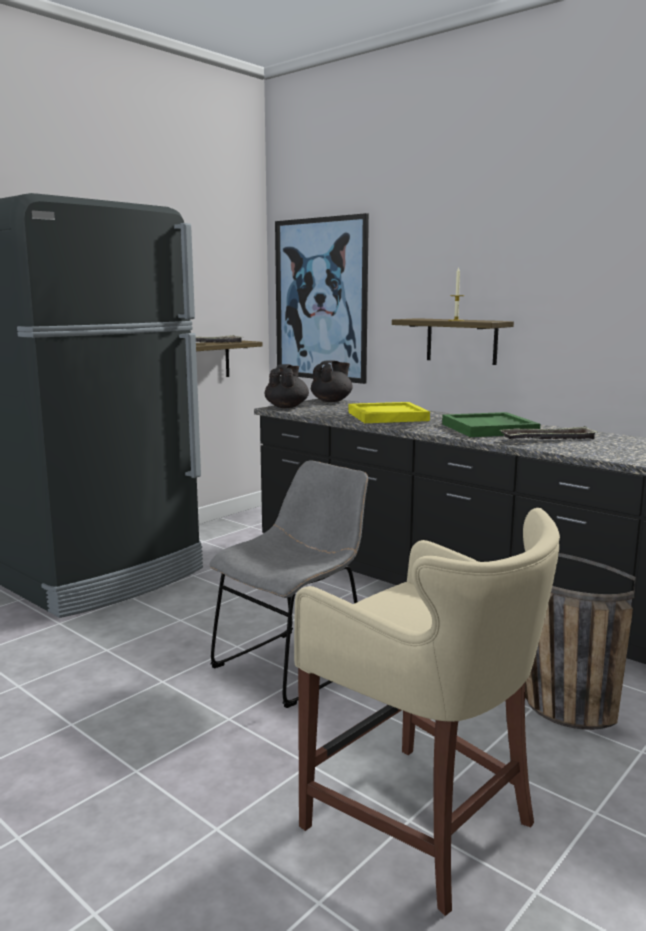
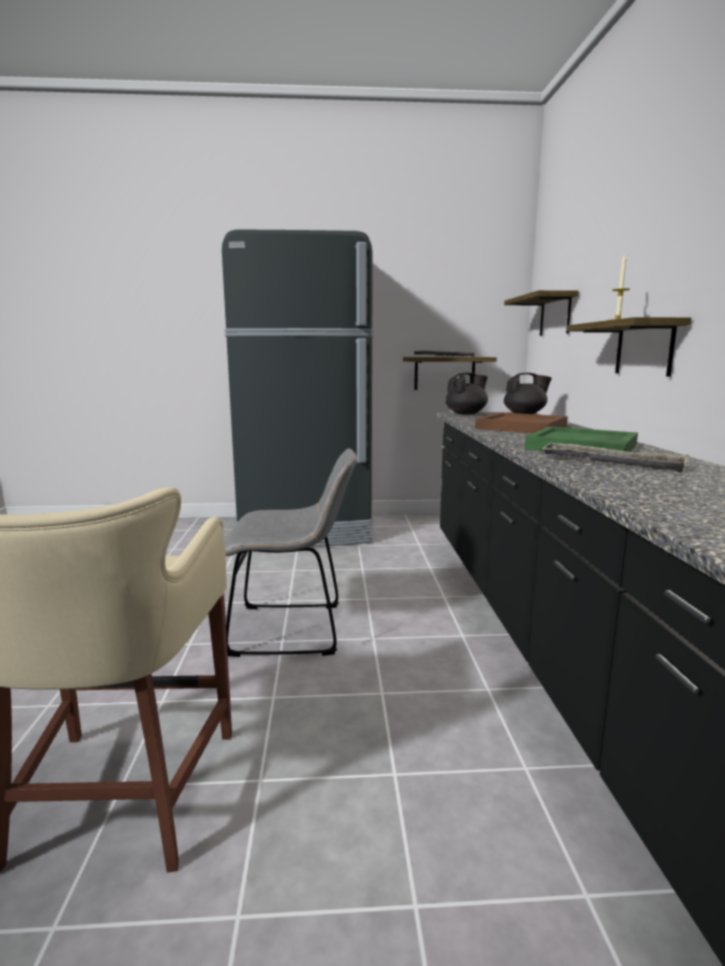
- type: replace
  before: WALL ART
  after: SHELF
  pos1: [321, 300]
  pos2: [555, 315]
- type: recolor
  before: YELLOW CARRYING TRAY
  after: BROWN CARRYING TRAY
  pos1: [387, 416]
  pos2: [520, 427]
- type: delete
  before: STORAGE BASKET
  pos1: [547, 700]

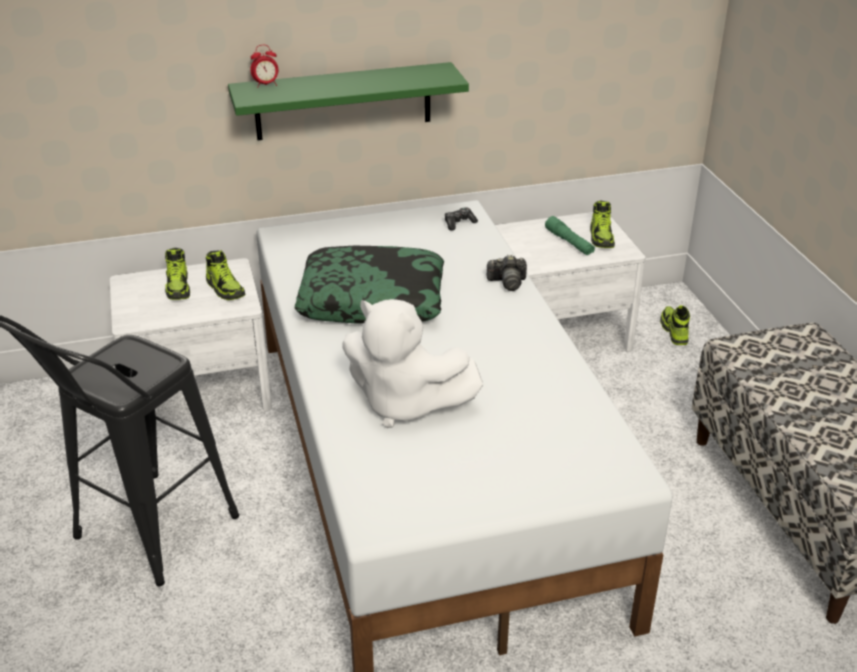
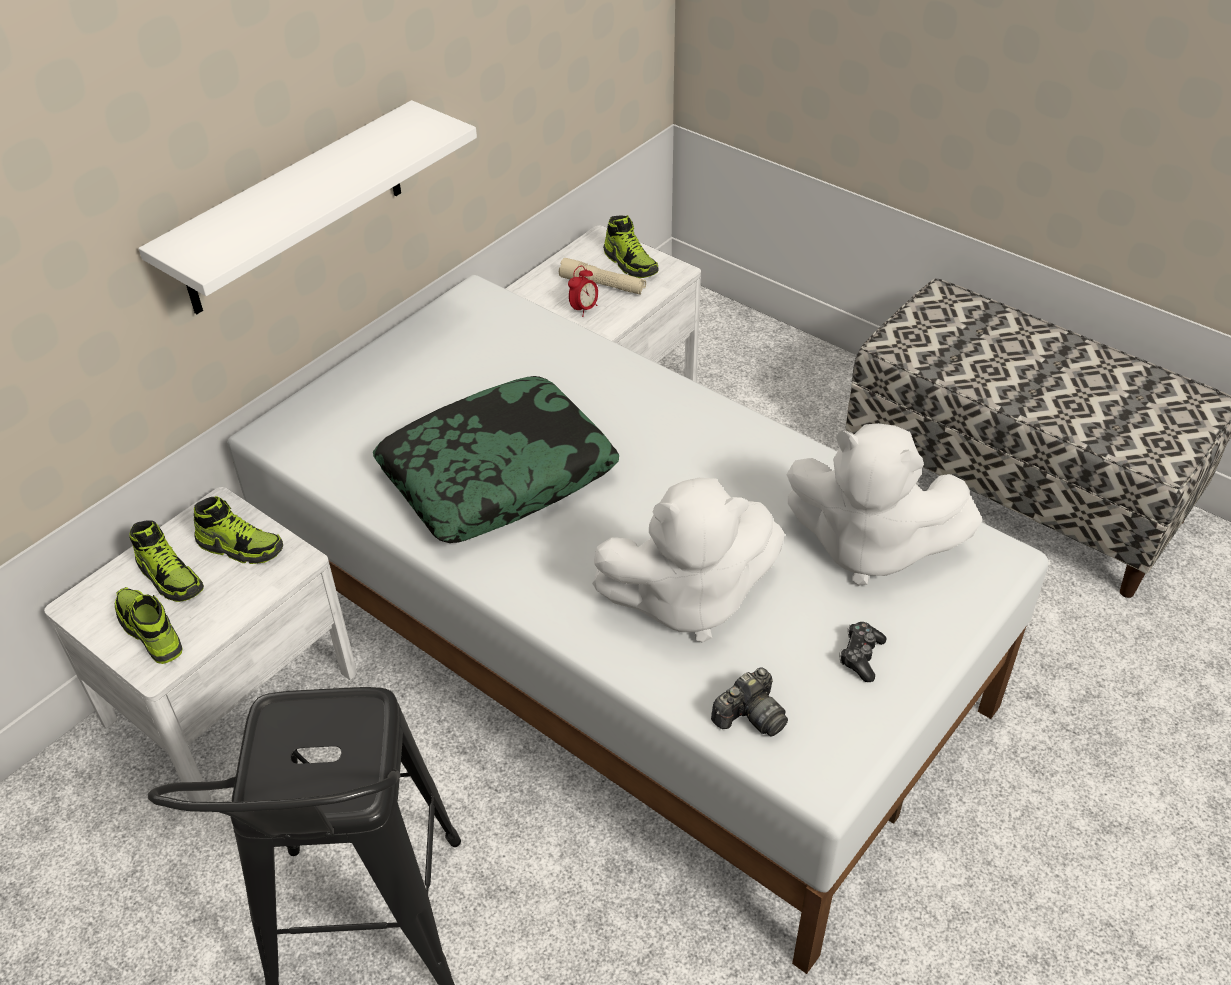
- type: recolor
  before: GREEN-COLOURED SHELF
  after: WHITISH SHELF
  pos1: [343, 101]
  pos2: [294, 209]
- type: move
  before: ALARM CLOCK
  pos1: [266, 85]
  pos2: [584, 309]
- type: move
  before: GAMEPAD
  pos1: [459, 223]
  pos2: [860, 656]
- type: move
  before: PHOTO CAMERA
  pos1: [507, 282]
  pos2: [750, 716]
- type: recolor
  before: GREEN-COLOURED FLASHLIGHT
  after: BEIGE FLASHLIGHT
  pos1: [569, 242]
  pos2: [602, 285]
- type: move
  before: ITEM OF FOOTWEAR
  pos1: [674, 331]
  pos2: [150, 632]
- type: insert
  after: WHITISH SOFT TOY
  pos2: [868, 547]

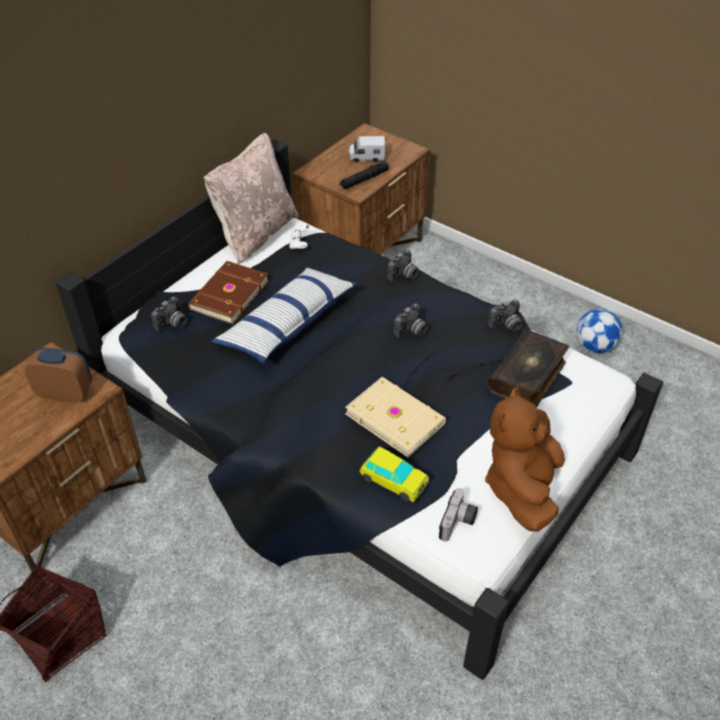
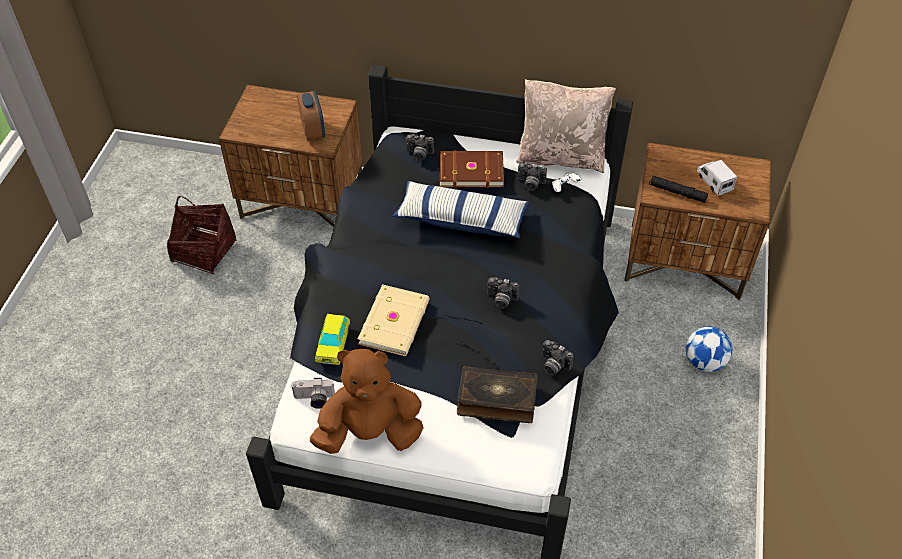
- type: move
  before: PHOTO CAMERA
  pos1: [404, 276]
  pos2: [530, 184]
- type: move
  before: FOOTBALL BALL
  pos1: [595, 346]
  pos2: [704, 362]

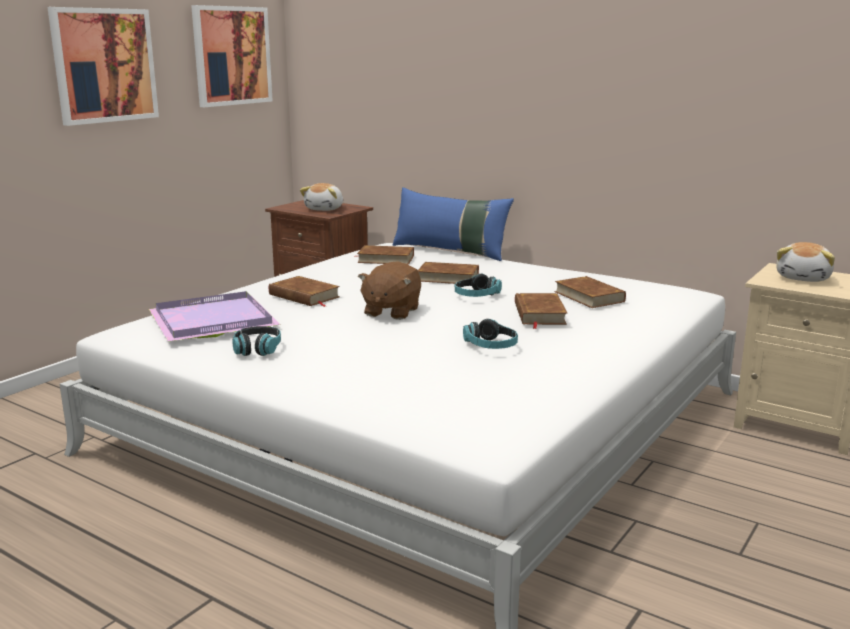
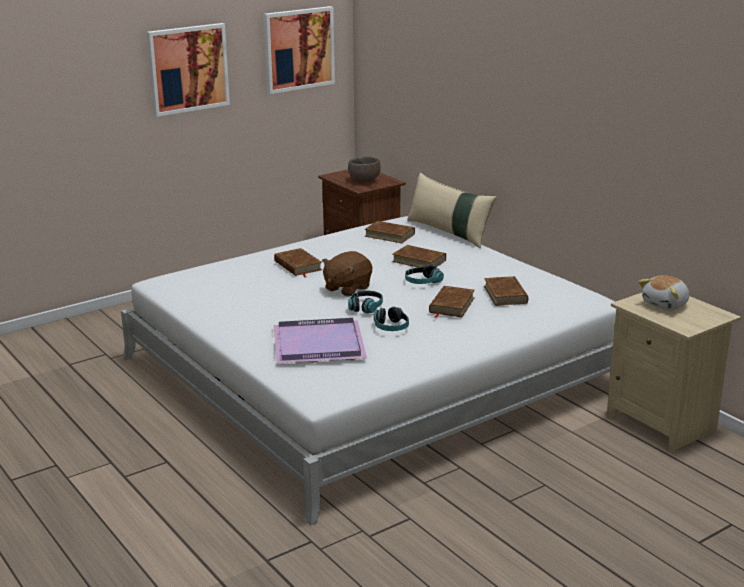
- type: move
  before: PURPLE-COLOURED CARRYING TRAY
  pos1: [210, 321]
  pos2: [317, 344]
- type: move
  before: PAIR OF HEADPHONES
  pos1: [257, 349]
  pos2: [365, 307]
- type: replace
  before: SOFT TOY
  after: BROWN DEEP DISH
  pos1: [325, 209]
  pos2: [364, 181]
- type: recolor
  before: BLUE PILLOW
  after: BEIGE PILLOW
  pos1: [450, 251]
  pos2: [449, 232]

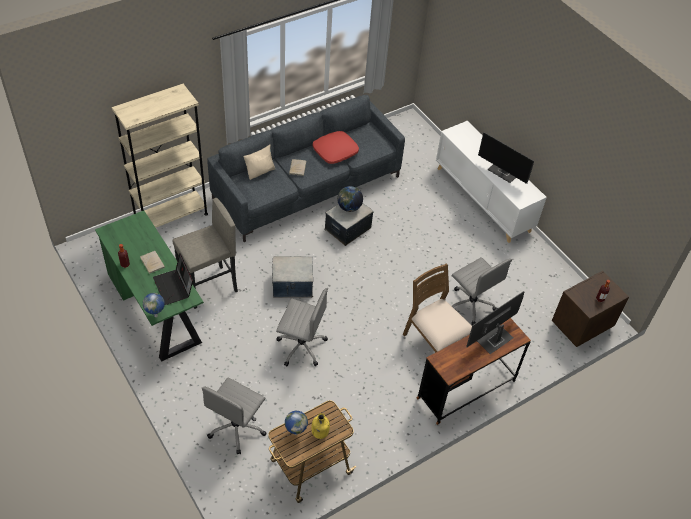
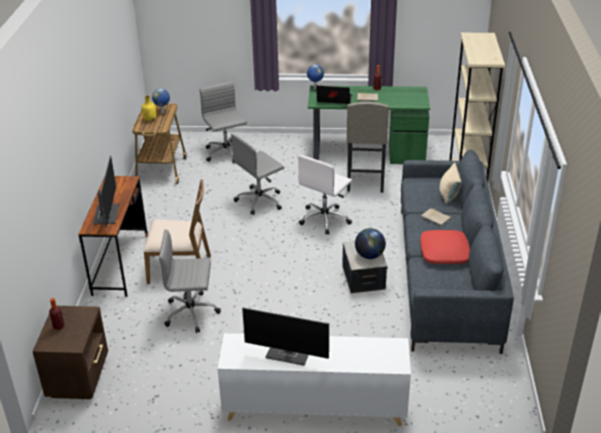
- type: replace
  before: STORAGE BOX
  after: WHITISH DESK CHAIR
  pos1: [292, 286]
  pos2: [325, 219]
- type: rotate
  before: COMPUTER SCREEN
  pos1: [504, 172]
  pos2: [289, 353]
  turn: -150

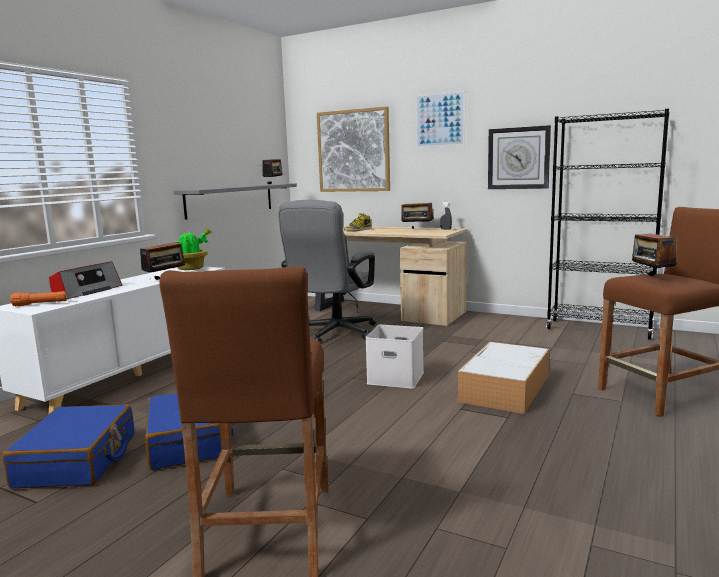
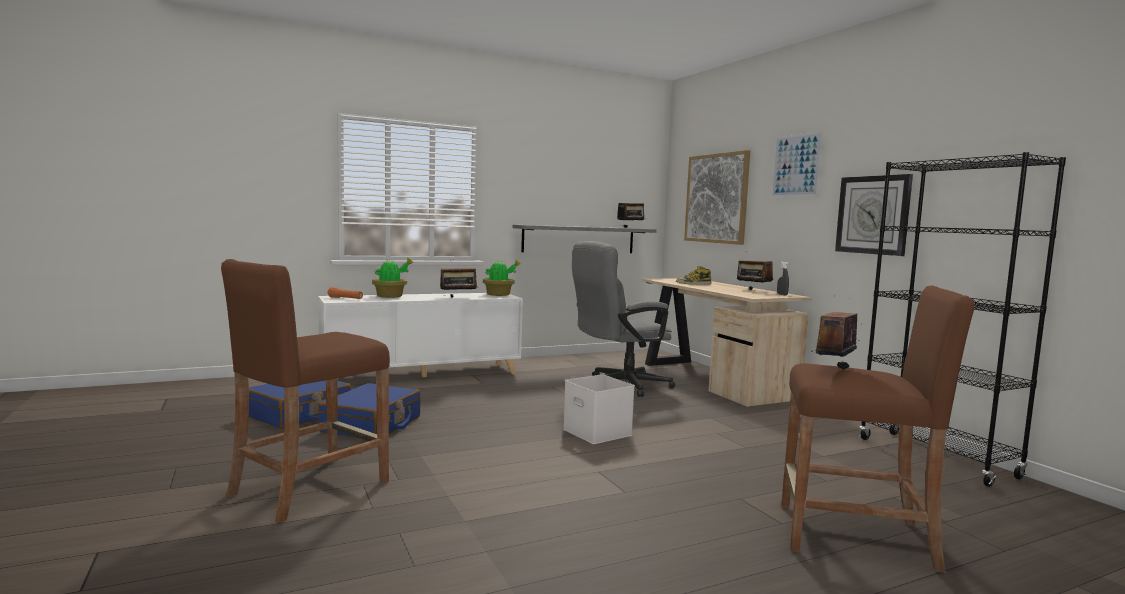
- type: replace
  before: RADIO
  after: HOUSEPLANT
  pos1: [86, 291]
  pos2: [391, 296]
- type: delete
  before: STORAGE BOX
  pos1: [504, 388]

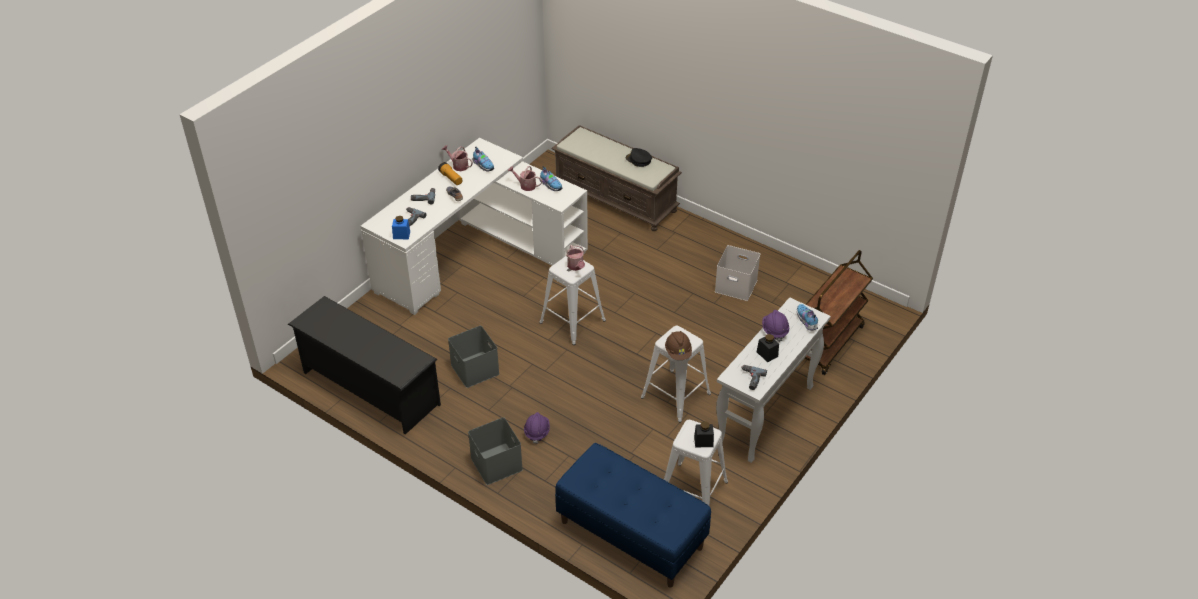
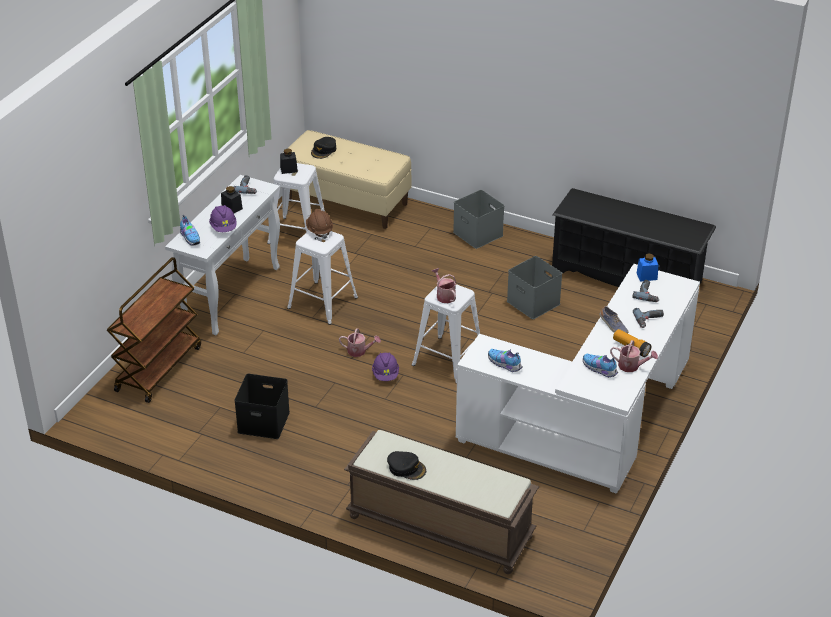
- type: move
  before: WATERING POT
  pos1: [525, 185]
  pos2: [359, 351]
- type: move
  before: PURPLE-COLOURED WORK HELMET
  pos1: [537, 432]
  pos2: [385, 374]
- type: recolor
  before: BLUE INDOOR BENCH
  after: BEIGE INDOOR BENCH
  pos1: [630, 535]
  pos2: [347, 202]
- type: recolor
  before: WHITISH STORAGE BOX
  after: BLACK STORAGE BOX
  pos1: [737, 285]
  pos2: [262, 422]
- type: insert
  after: BLACK BASEBALL CAP
  pos2: [324, 150]

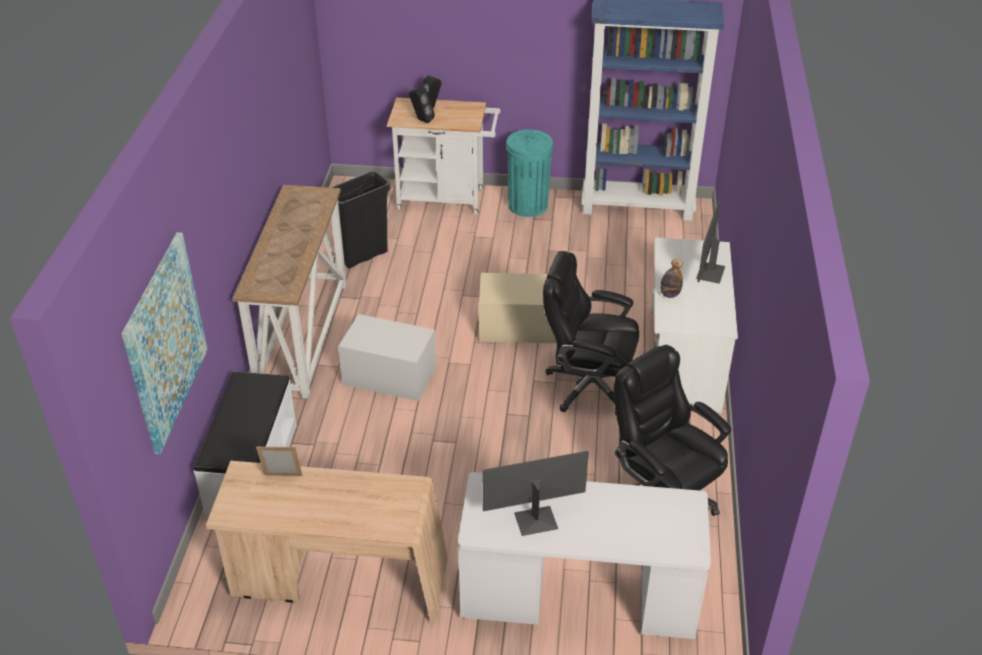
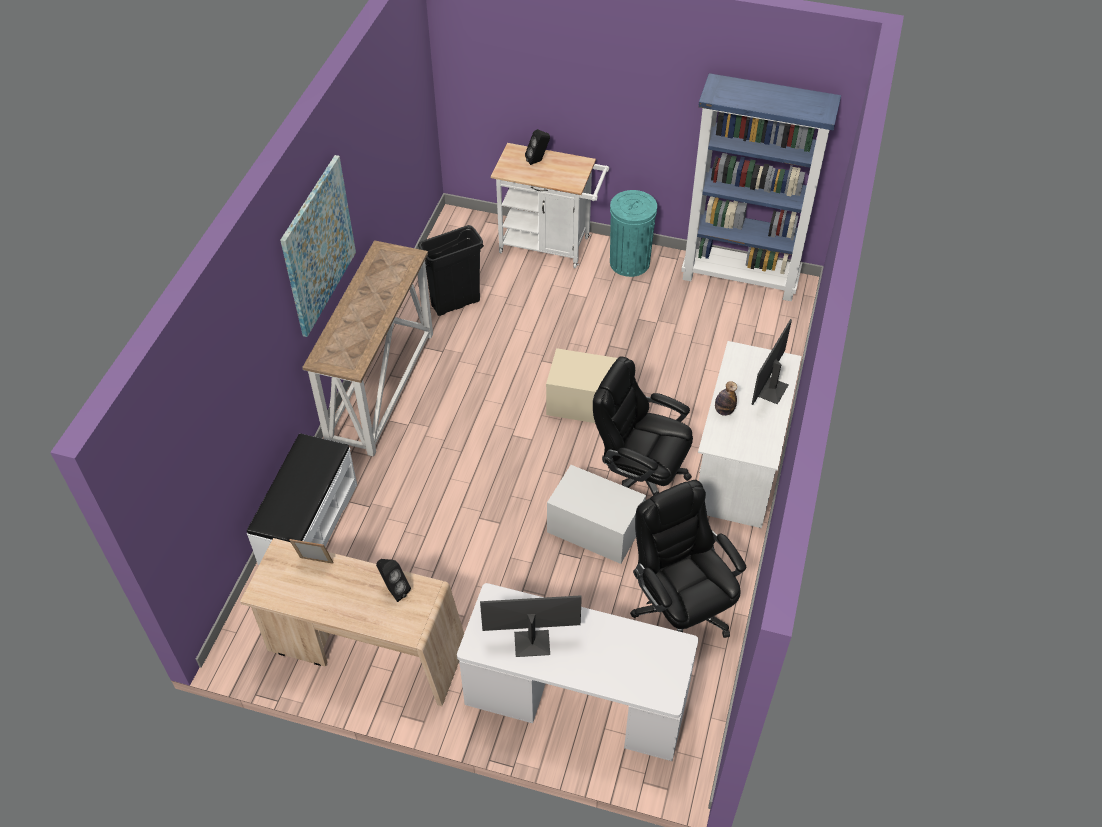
- type: move
  before: WALL ART
  pos1: [165, 342]
  pos2: [318, 246]
- type: move
  before: WHITISH STORAGE BOX
  pos1: [389, 376]
  pos2: [594, 528]
- type: move
  before: BLACK SPEAKER
  pos1: [421, 120]
  pos2: [394, 590]

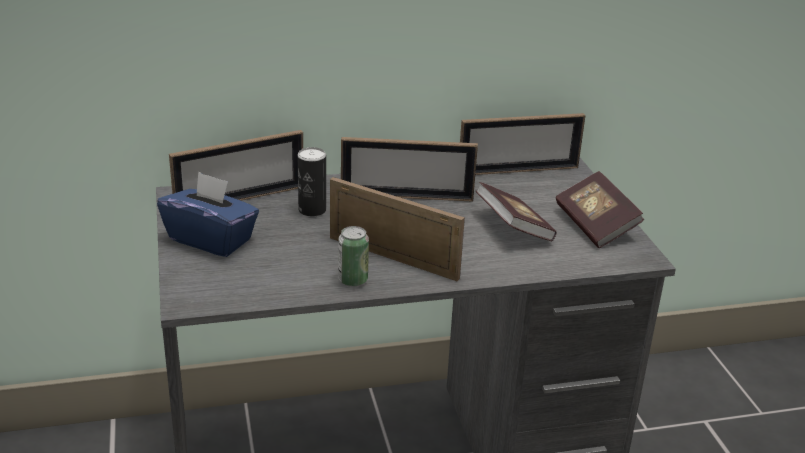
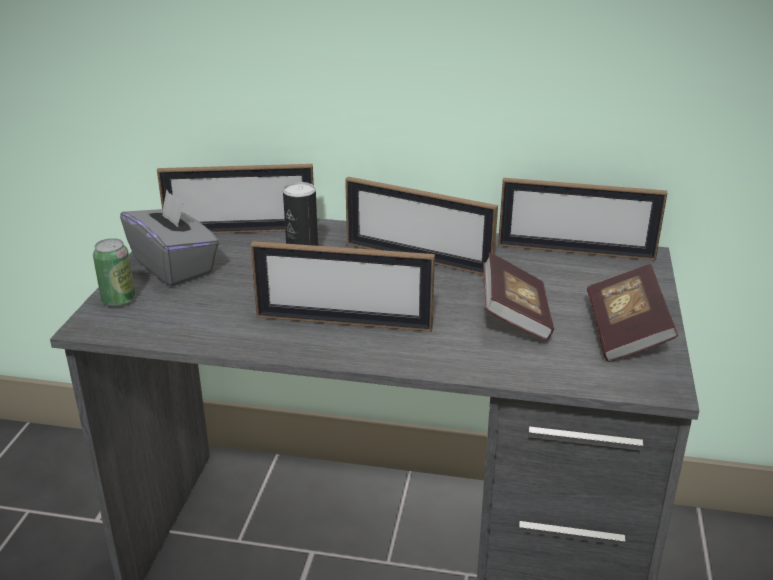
- type: recolor
  before: BLUE TISSUE HOLDER
  after: GREYISH TISSUE HOLDER
  pos1: [211, 239]
  pos2: [174, 266]
- type: rotate
  before: PICTURE FRAME
  pos1: [393, 257]
  pos2: [343, 322]
  turn: 135
- type: move
  before: CAN
  pos1: [353, 280]
  pos2: [118, 300]

